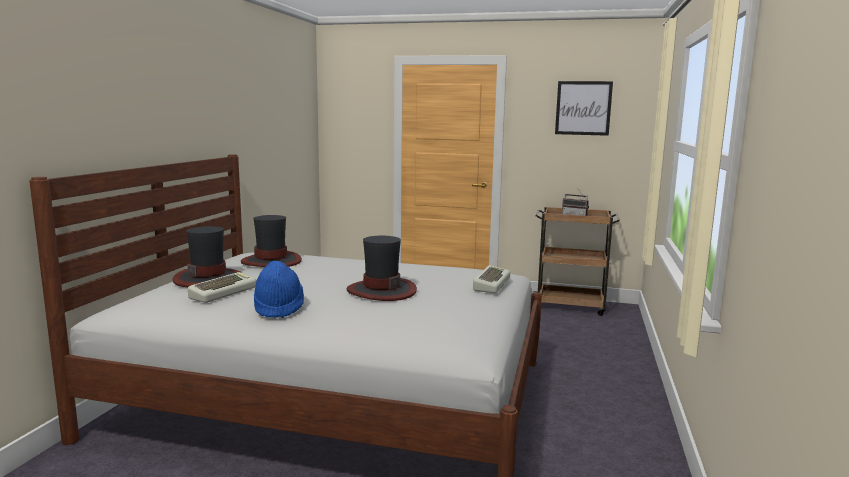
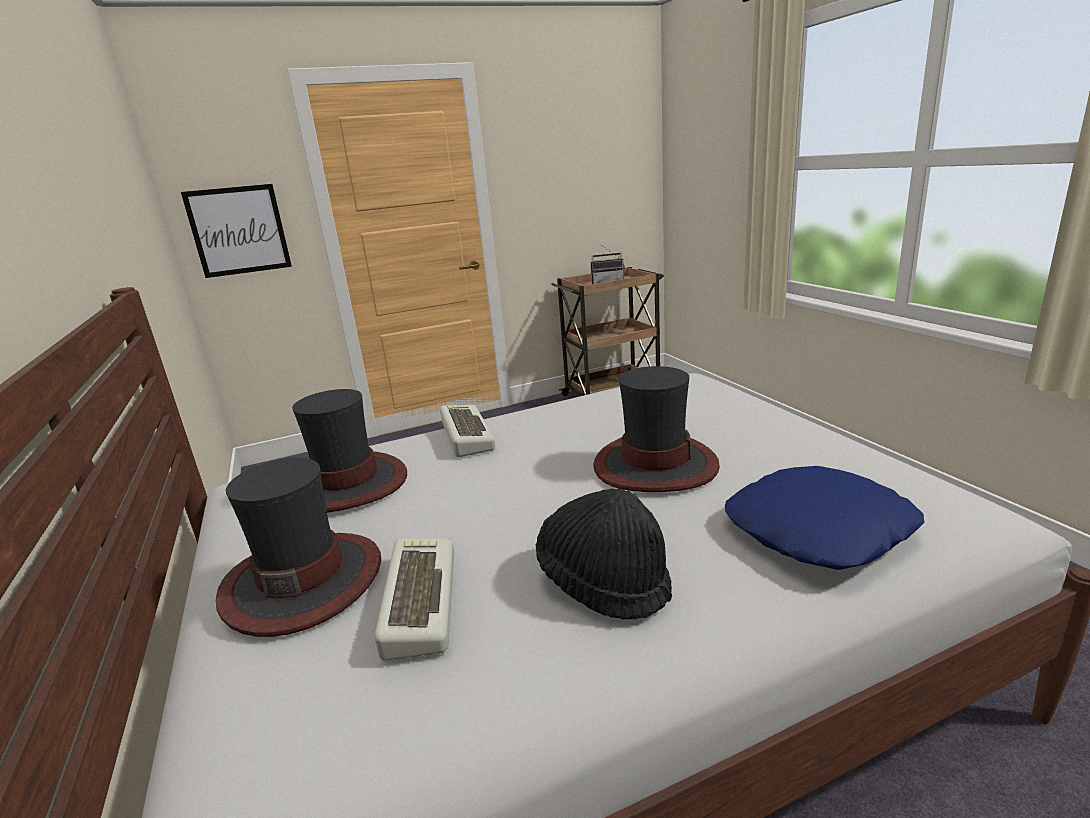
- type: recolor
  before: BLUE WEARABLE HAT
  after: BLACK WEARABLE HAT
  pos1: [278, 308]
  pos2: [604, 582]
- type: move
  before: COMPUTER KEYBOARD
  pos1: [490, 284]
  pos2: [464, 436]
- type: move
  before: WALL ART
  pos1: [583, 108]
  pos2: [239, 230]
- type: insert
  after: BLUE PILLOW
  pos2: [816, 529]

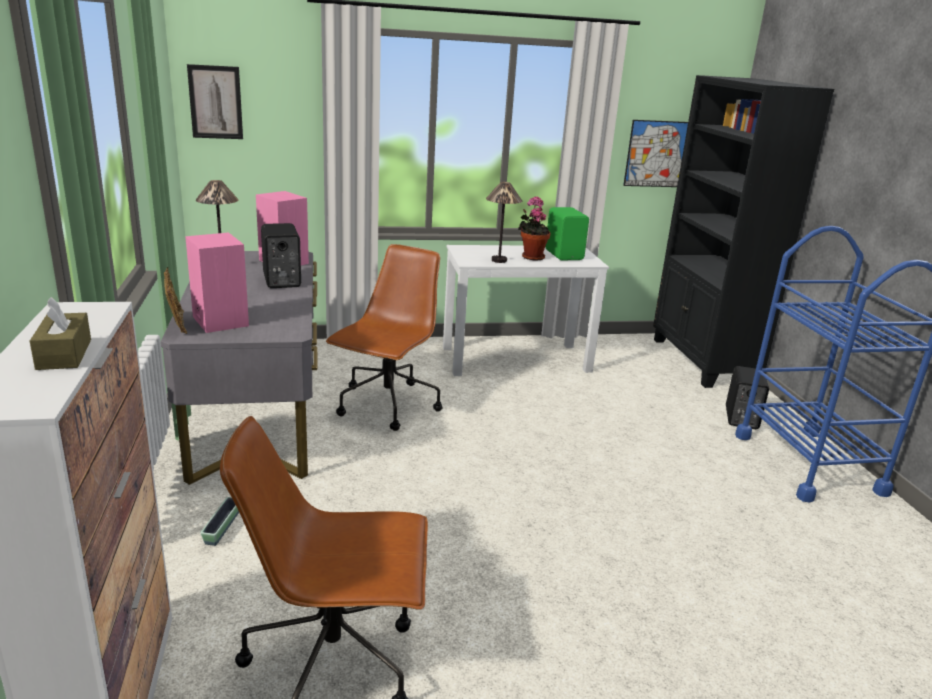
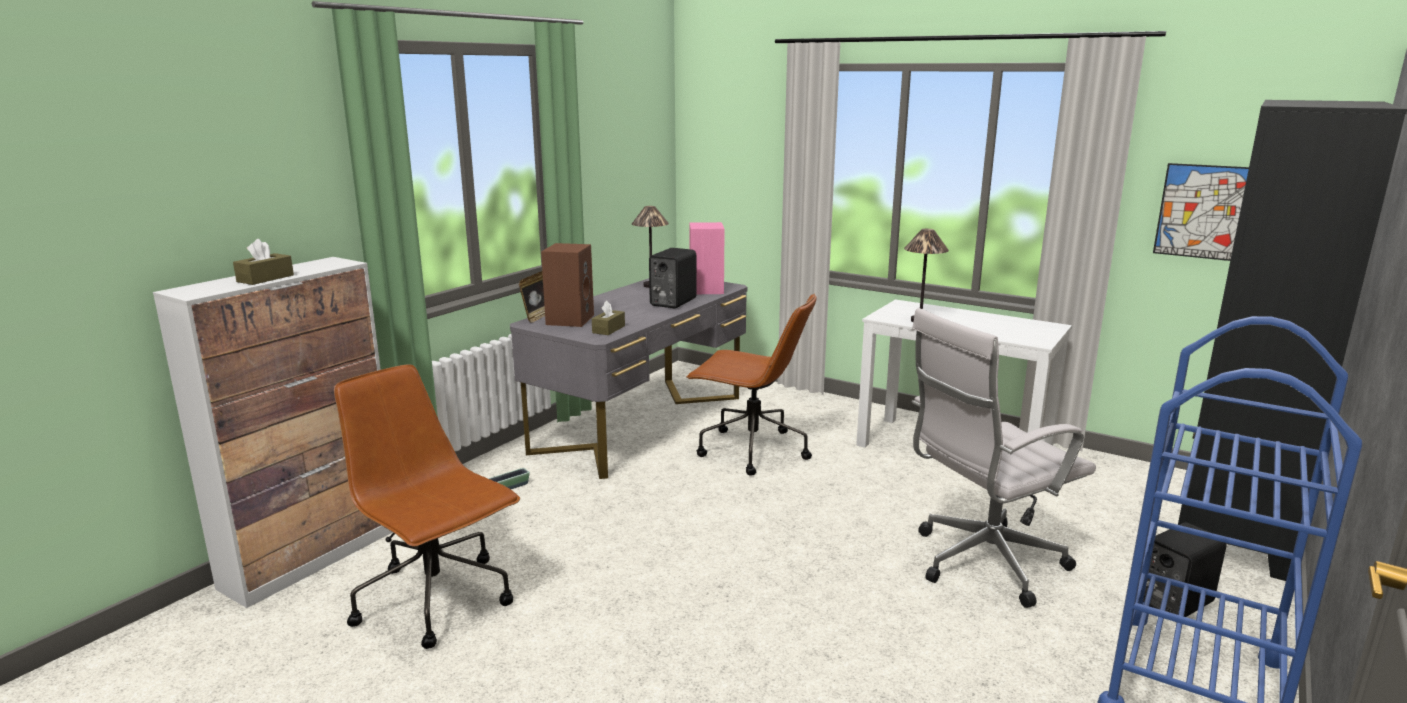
- type: recolor
  before: PINK-COLOURED SPEAKER
  after: BROWN SPEAKER
  pos1: [219, 321]
  pos2: [569, 319]
- type: delete
  before: WALL ART
  pos1: [215, 102]
- type: rotate
  before: BROWN DESK CHAIR
  pos1: [387, 406]
  pos2: [751, 450]
  turn: 45
- type: delete
  before: HOUSEPLANT
  pos1: [531, 257]
- type: delete
  before: GREEN-COLOURED SPEAKER
  pos1: [564, 255]
- type: insert
  after: BROWN TISSUE HOLDER
  pos2: [608, 329]
- type: insert
  after: WHITISH DESK CHAIR
  pos2: [982, 564]

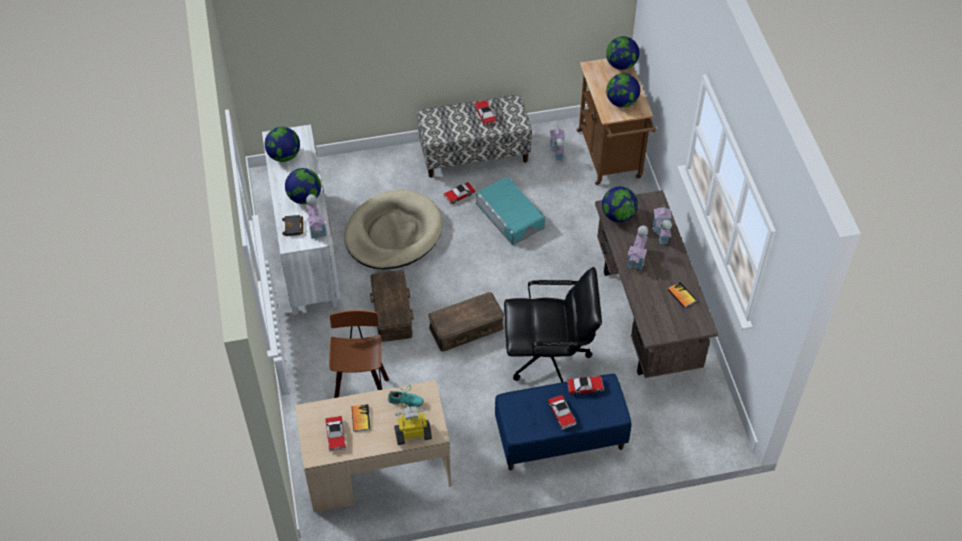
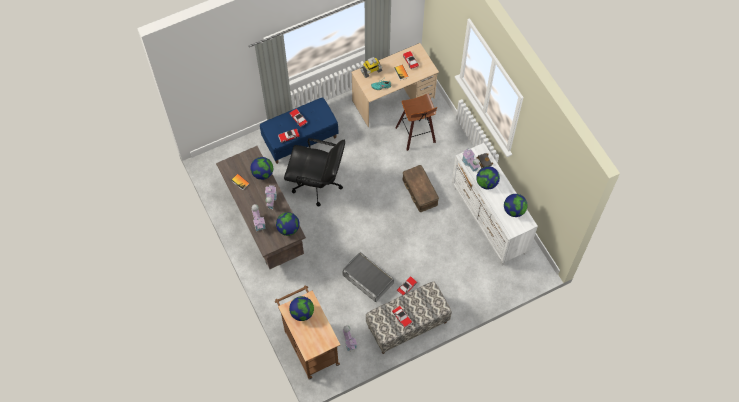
- type: delete
  before: BEIGE DOG BED
  pos1: [393, 233]
- type: delete
  before: BROWN STORAGE BOX
  pos1: [466, 328]
- type: recolor
  before: TURQUOISE STORAGE BOX
  after: GREYISH STORAGE BOX
  pos1: [510, 215]
  pos2: [368, 279]
- type: rotate
  before: BLACK DESK CHAIR
  pos1: [549, 358]
  pos2: [317, 184]
  turn: -150
- type: move
  before: GLOBE
  pos1: [621, 65]
  pos2: [263, 173]

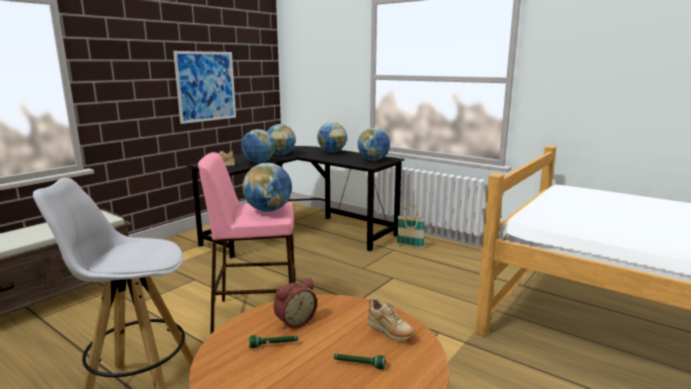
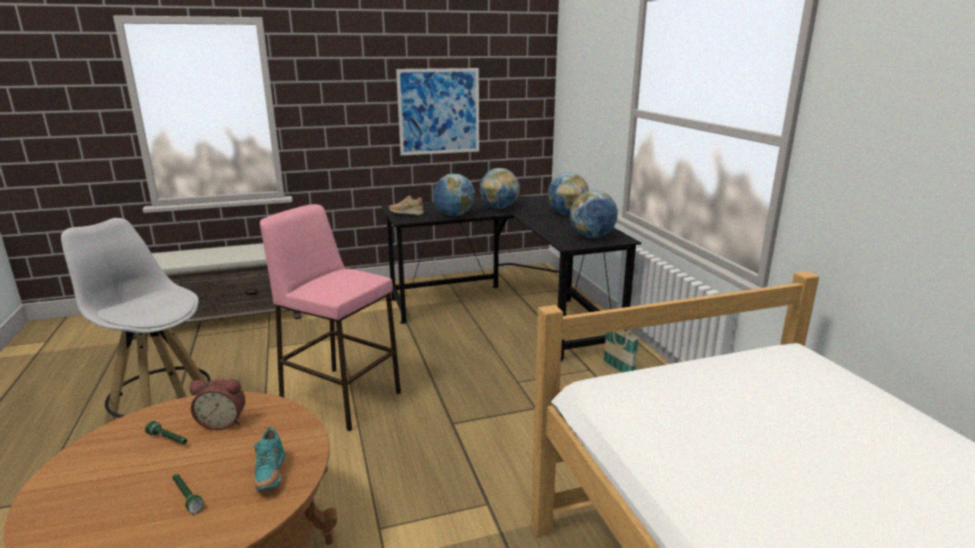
- type: delete
  before: GLOBE
  pos1: [268, 210]
- type: recolor
  before: BEIGE ITEM OF FOOTWEAR
  after: TURQUOISE ITEM OF FOOTWEAR
  pos1: [390, 333]
  pos2: [270, 476]

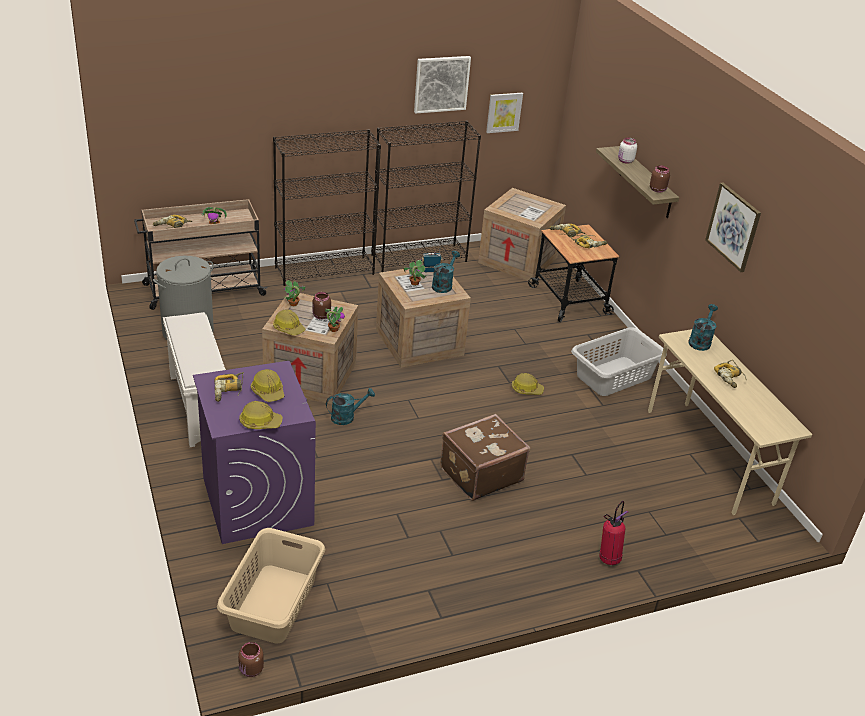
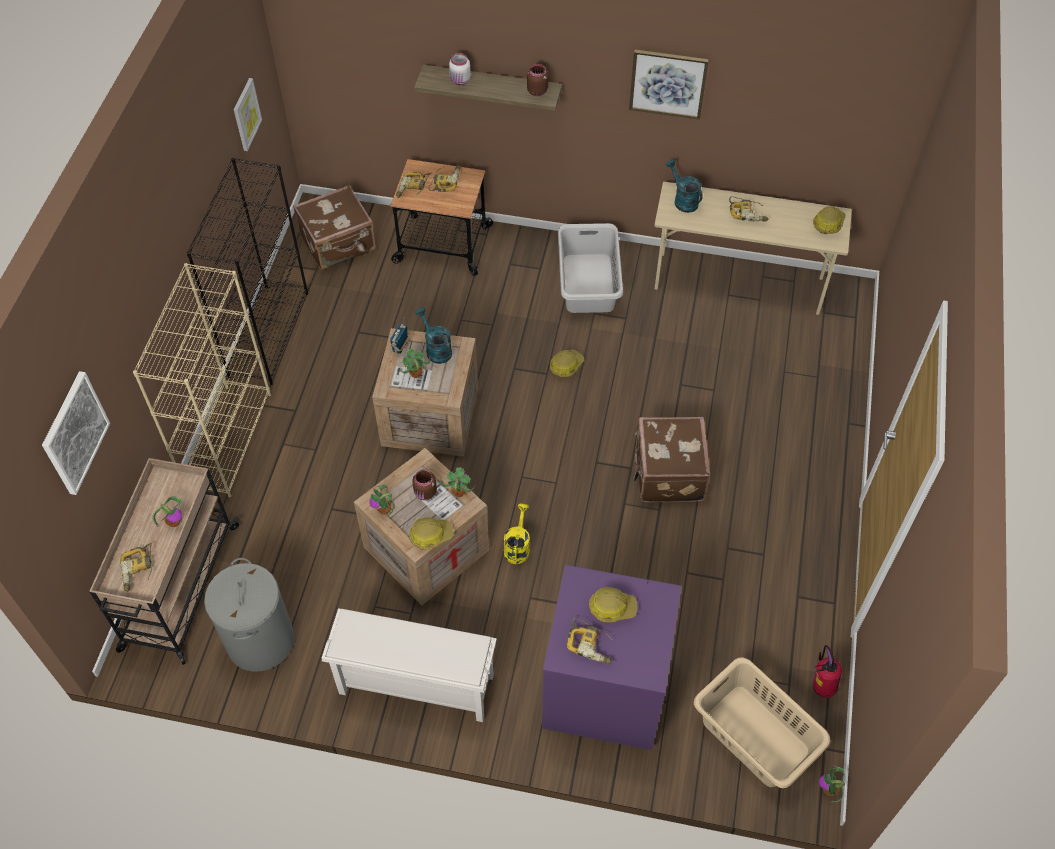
- type: replace
  before: BROWN PRESERVE JAR
  after: HOUSEPLANT
  pos1: [251, 670]
  pos2: [829, 790]
- type: move
  before: WORK HELMET
  pos1: [260, 422]
  pos2: [828, 223]
- type: recolor
  before: BLACK BOOKSHELF
  after: BEIGE BOOKSHELF
  pos1: [325, 270]
  pos2: [228, 439]
- type: recolor
  before: TURQUOISE WATERING POT
  after: YELLOW WATERING POT
  pos1: [347, 417]
  pos2: [517, 546]
- type: move
  before: WALL ART
  pos1: [441, 84]
  pos2: [74, 433]
- type: replace
  before: CRATE
  after: BROWN SUITCASE
  pos1: [519, 260]
  pos2: [339, 244]
- type: move
  before: FIRE-FIGHTING CYLINDER
  pos1: [608, 558]
  pos2: [821, 687]

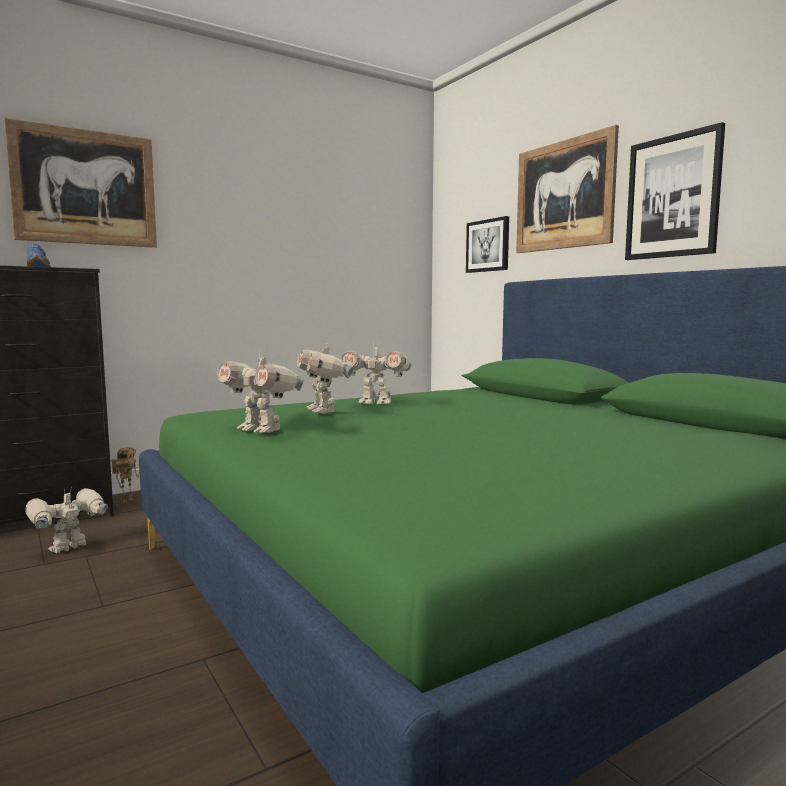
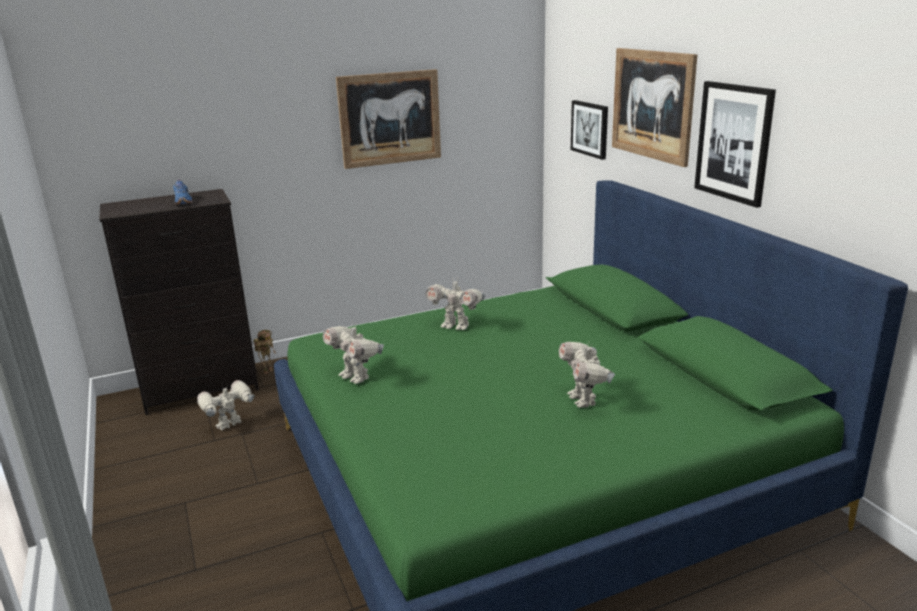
- type: move
  before: WALL ART
  pos1: [85, 187]
  pos2: [390, 118]
- type: move
  before: TOY ROBOT
  pos1: [323, 411]
  pos2: [583, 400]

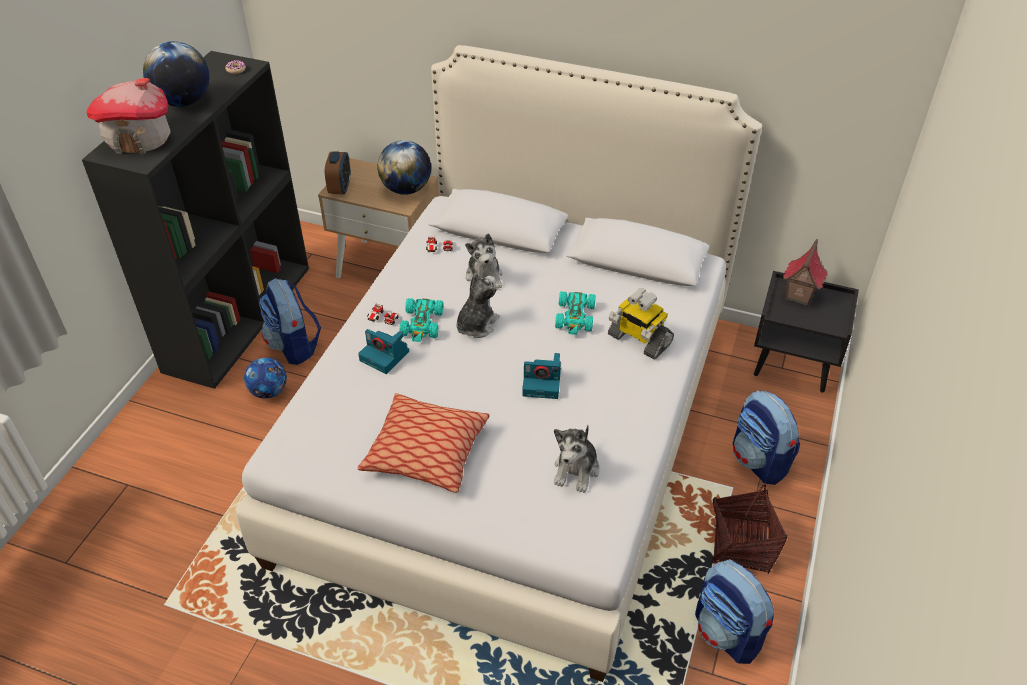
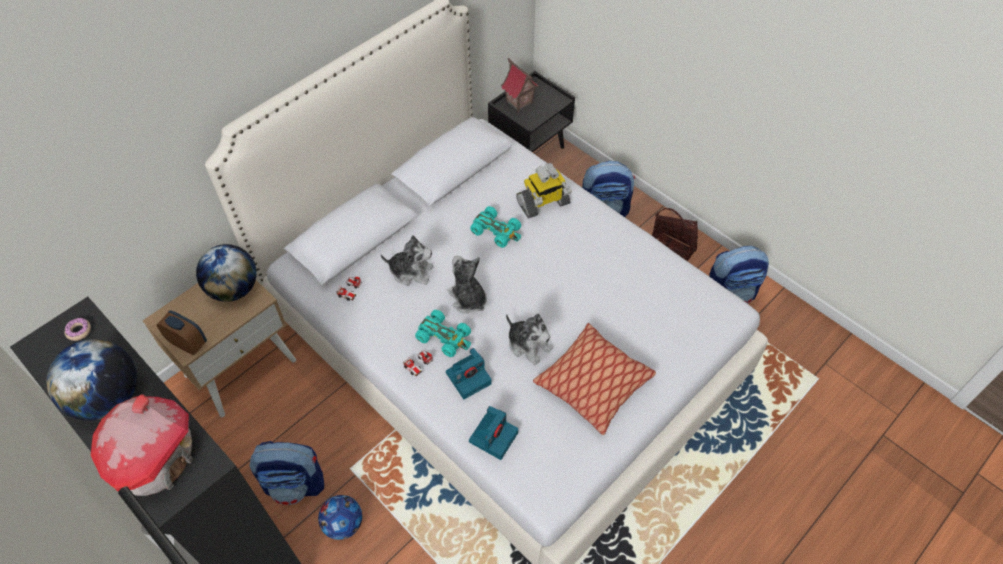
- type: move
  before: PHOTO CAMERA
  pos1: [543, 383]
  pos2: [493, 436]
- type: move
  before: SOFT TOY
  pos1: [576, 470]
  pos2: [528, 344]

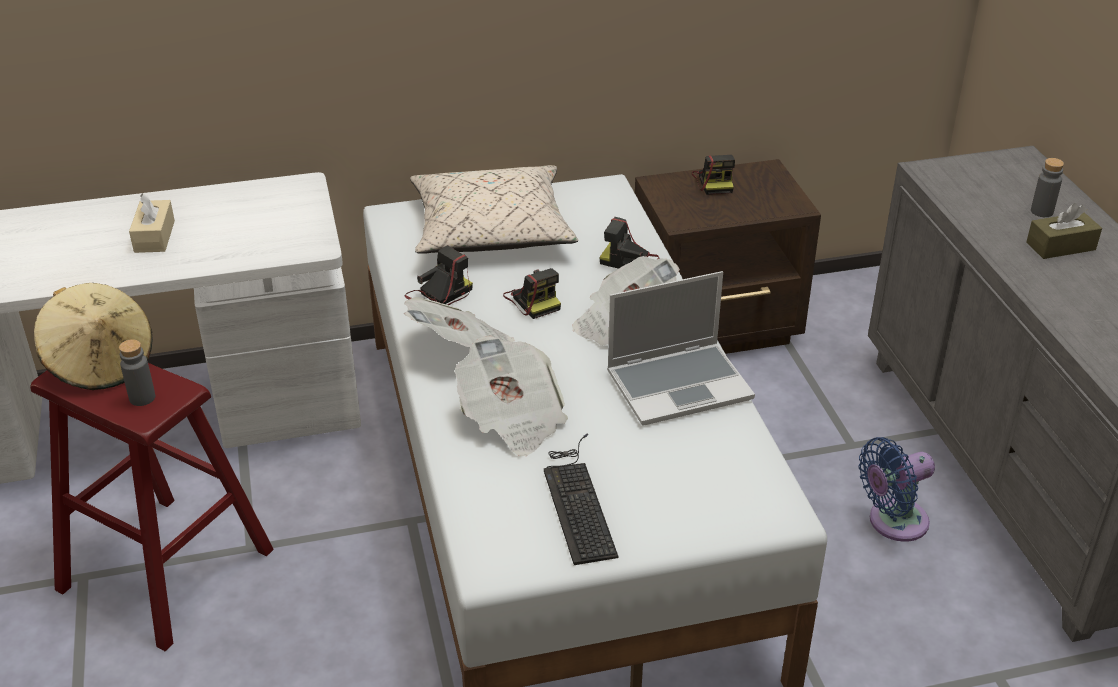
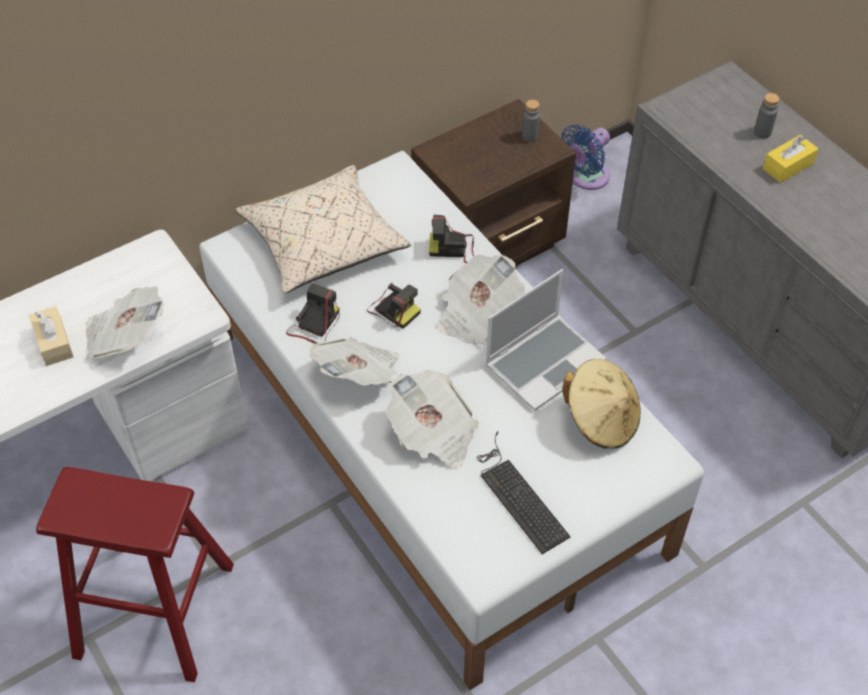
- type: move
  before: BEIGE WEARABLE HAT
  pos1: [101, 364]
  pos2: [601, 419]
- type: move
  before: GREYISH BEVERAGE BOTTLE
  pos1: [142, 398]
  pos2: [530, 136]
- type: delete
  before: PHOTO CAMERA
  pos1: [714, 182]
- type: move
  before: BLUE COOLING FAN
  pos1: [892, 522]
  pos2: [586, 178]
- type: recolor
  before: BROWN TISSUE HOLDER
  after: YELLOW TISSUE HOLDER
  pos1: [1060, 246]
  pos2: [788, 166]
- type: insert
  after: PRINTED PAPER
  pos2: [125, 337]

